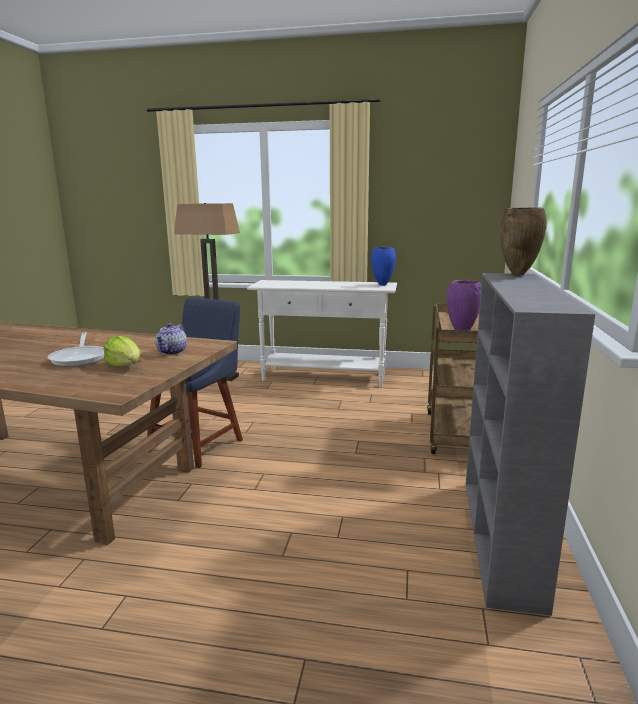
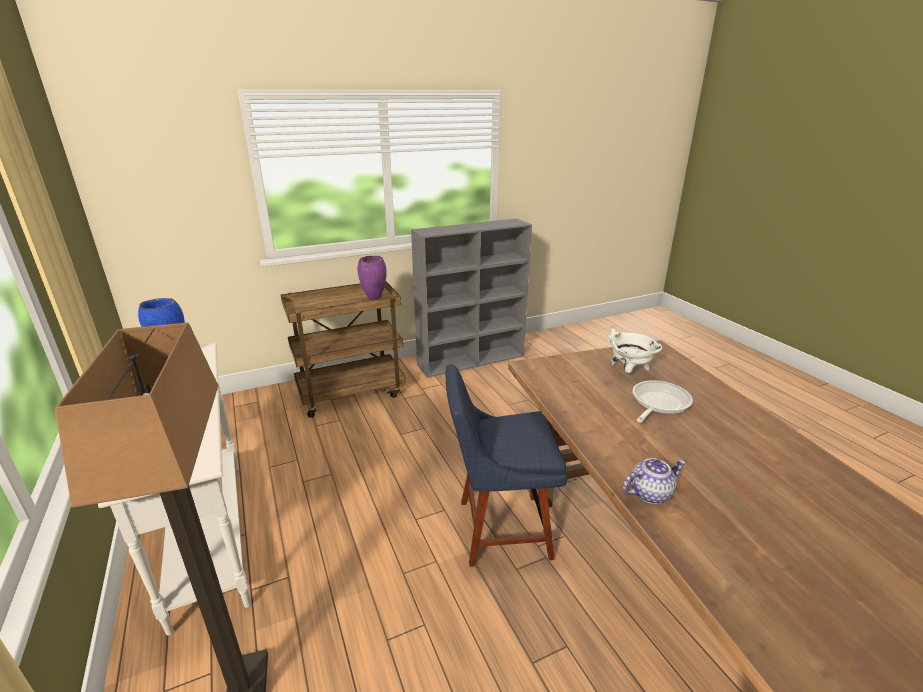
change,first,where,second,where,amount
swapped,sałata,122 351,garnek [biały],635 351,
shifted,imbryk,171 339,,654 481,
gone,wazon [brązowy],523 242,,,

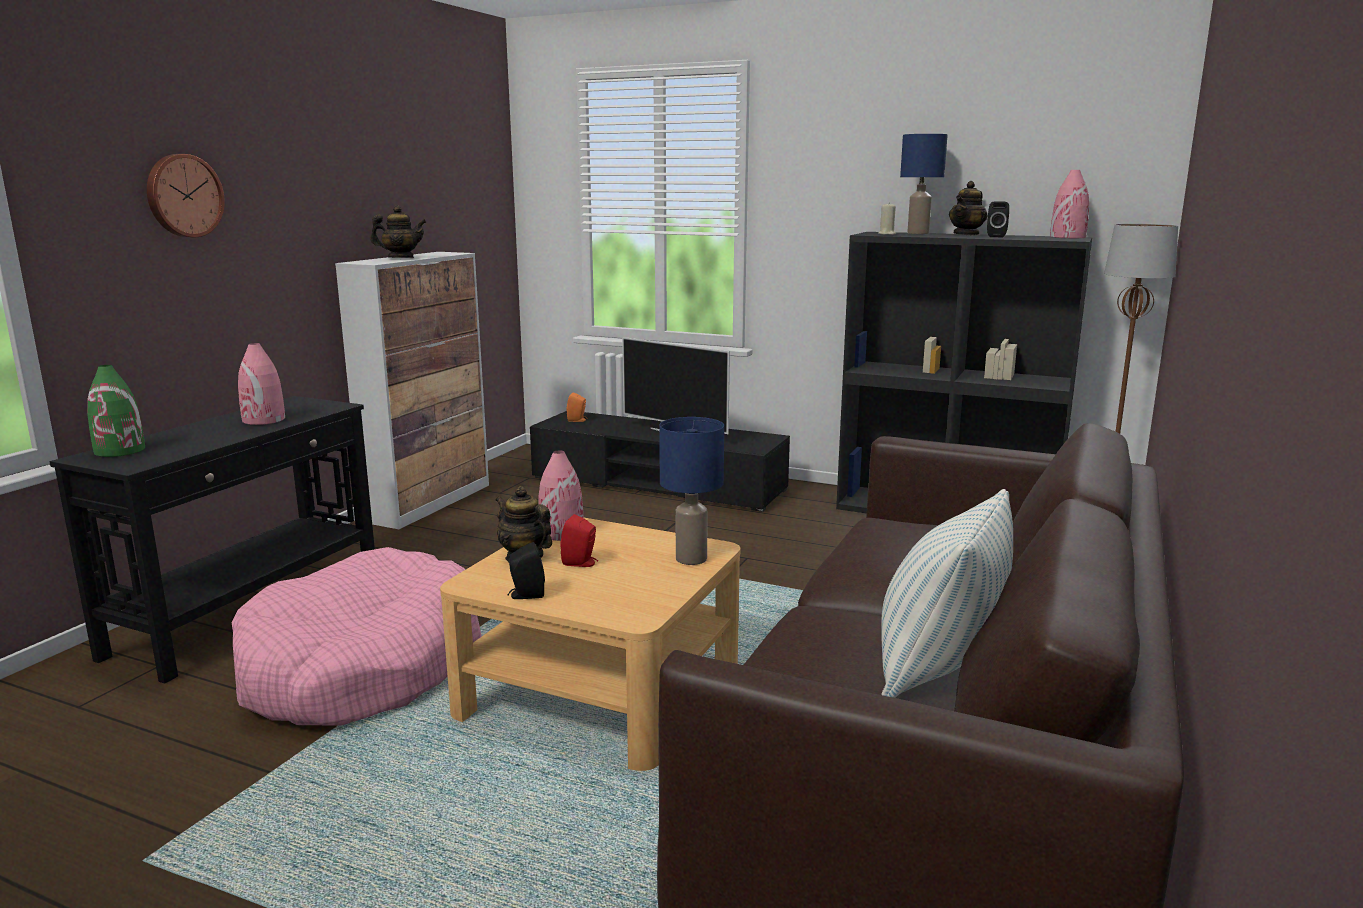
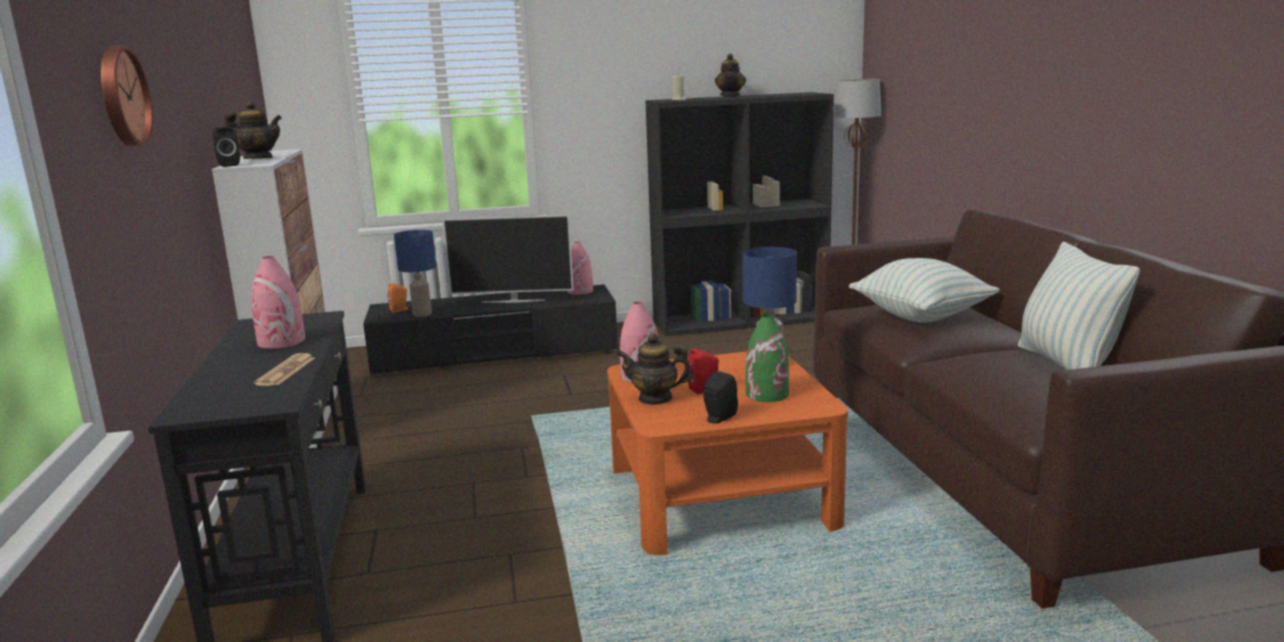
change,first,where,second,where,amount
shifted,wazon [zielony],116 411,,767 358,
gone,legowisko [różowy],357 636,,,
rotated,imbryk,398 231,,253 130,45 degrees clockwise
repainted,ława [beżowy],590 644,ława [pomarańczowy],727 453,
shifted,lampa stołowa [niebieski],924 184,,415 273,
shifted,głośnik [czarny],998 219,,226 146,
shifted,wazon [różowy],1069 204,,580 268,
new,,,gazeta,284 369,
new,,,poduszka,924 290,

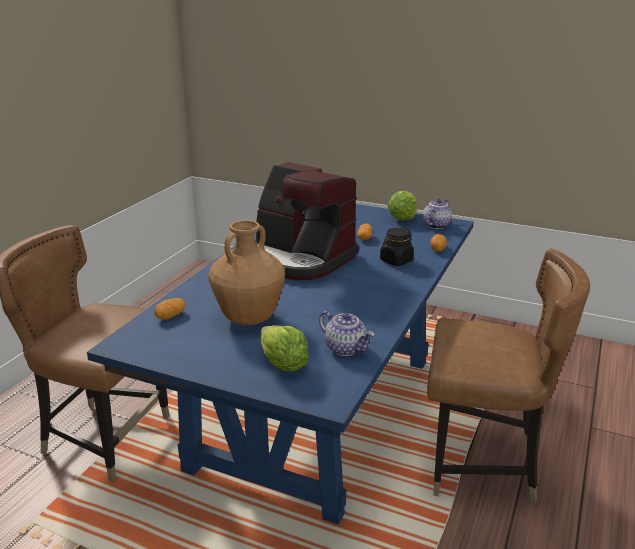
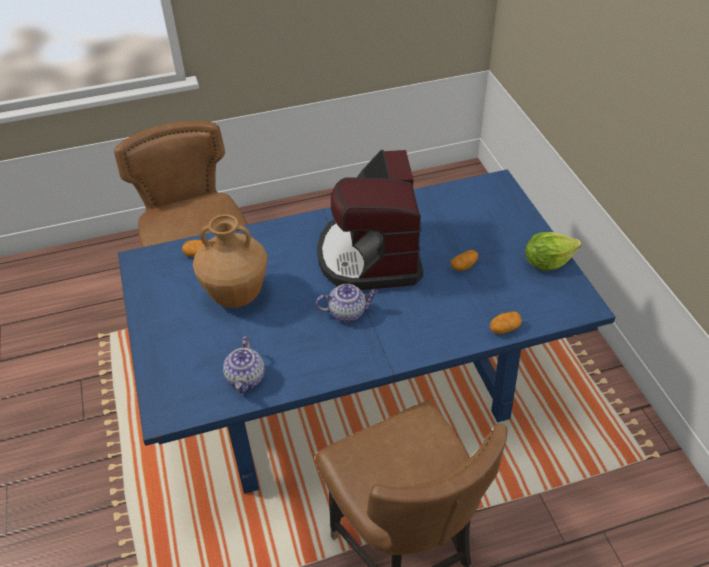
change,first,where,second,where,amount
gone,sałata,285 348,,,
gone,słoik [czarny],397 247,,,
shifted,imbryk,437 214,,347 303,

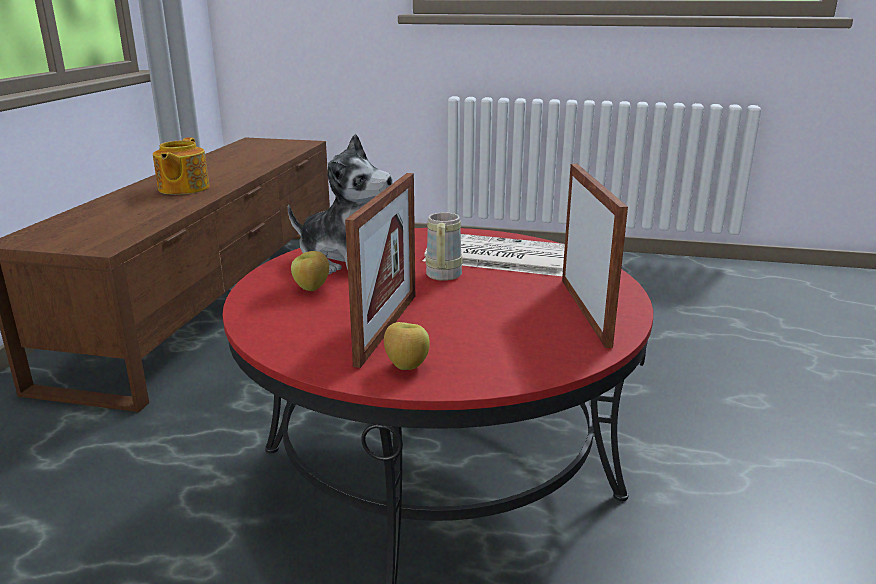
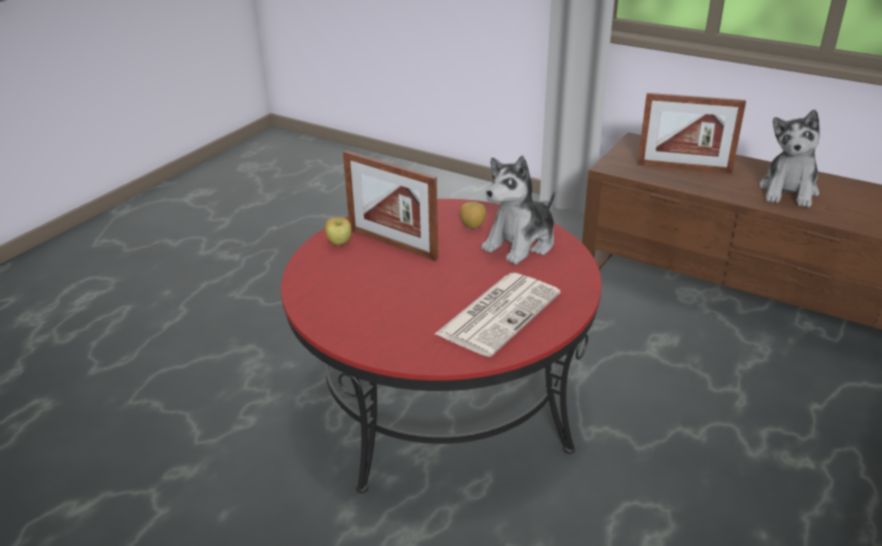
change,first,where,second,where,amount
swapped,imbryk,181 166,pluszak,789 159,
gone,kubek [beżowy],444 246,,,
shifted,ramka na zdjęcie,595 256,,692 133,

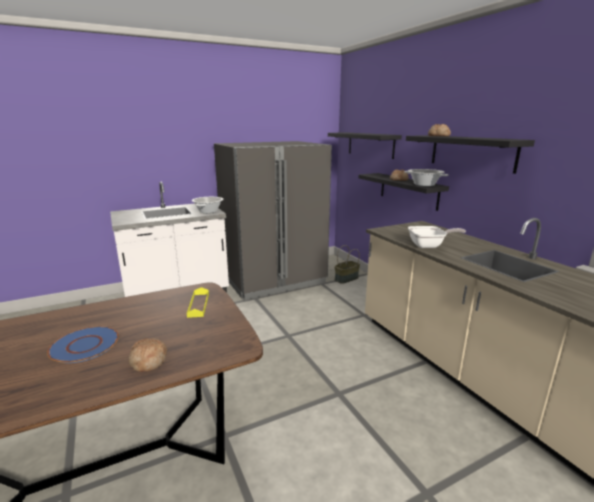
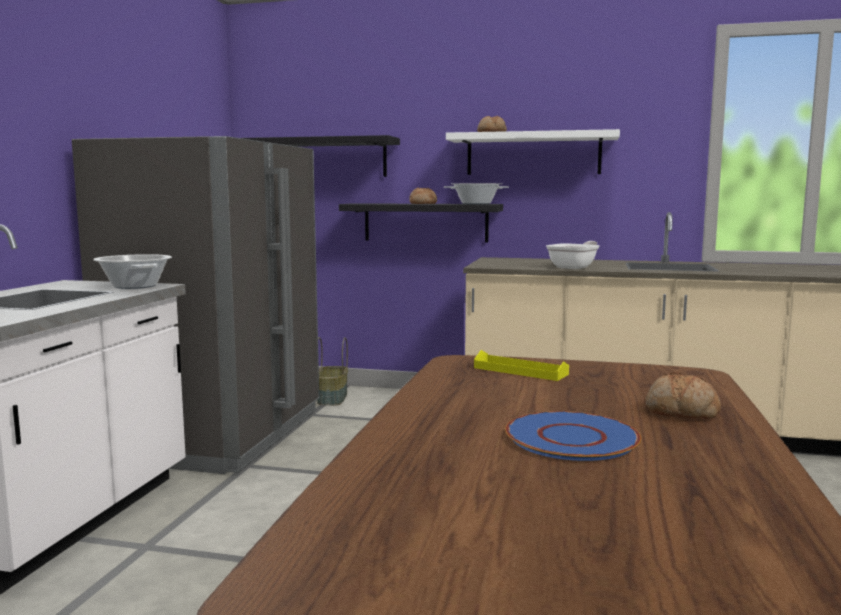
change,first,where,second,where,amount
repainted,półka [czarny],470 154,półka [biały],533 152,

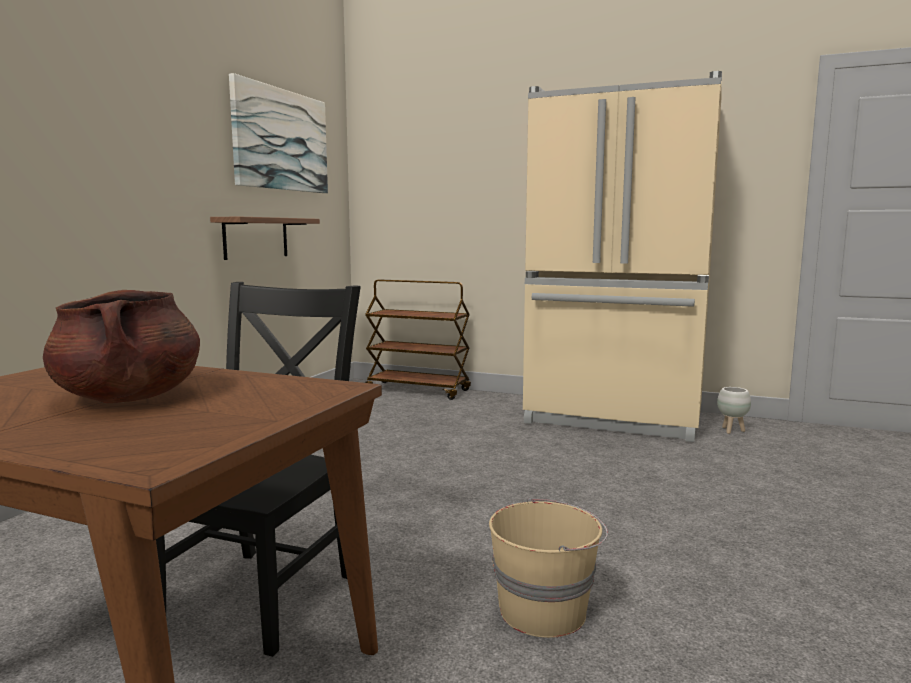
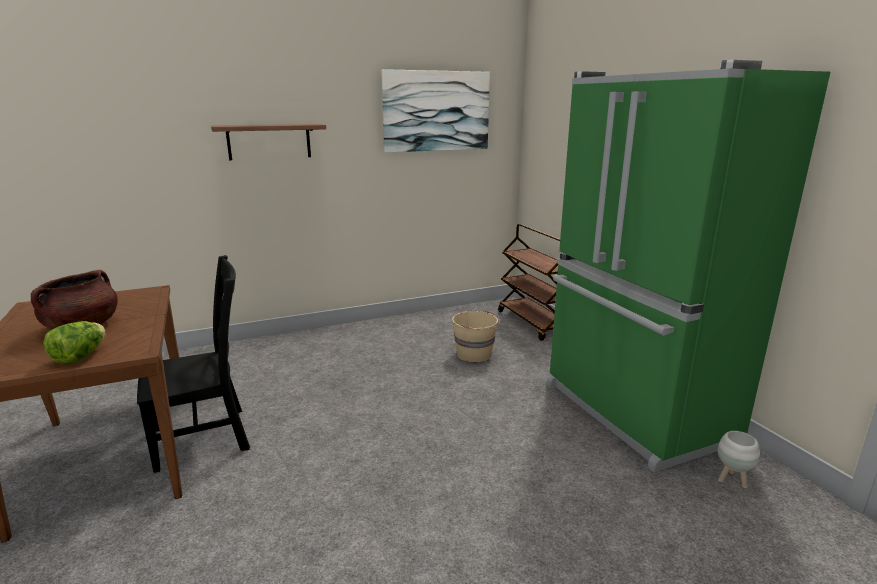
change,first,where,second,where,amount
shifted,półka,265 238,,268 142,
shifted,wiadro [beżowy],548 568,,476 336,
repainted,lodówka [beżowy],622 256,lodówka [zielony],688 266,
new,,,sałata,74 343,

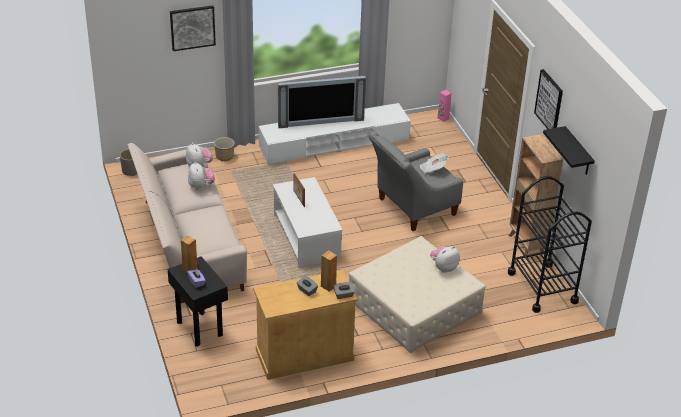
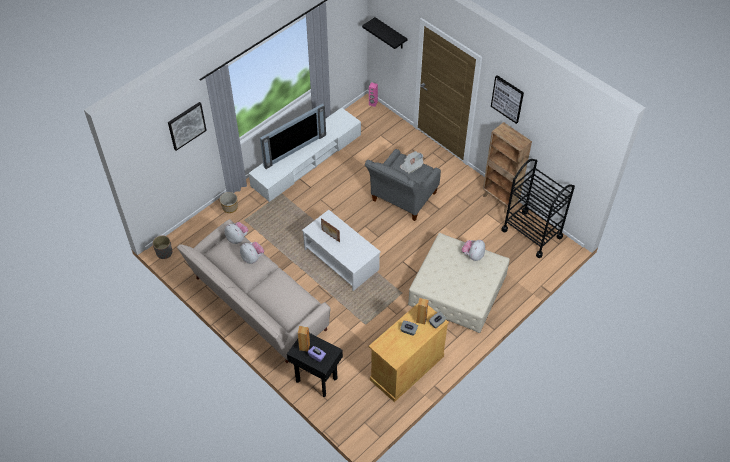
change,first,where,second,where,amount
shifted,półka [czarny],569 150,,384 33,

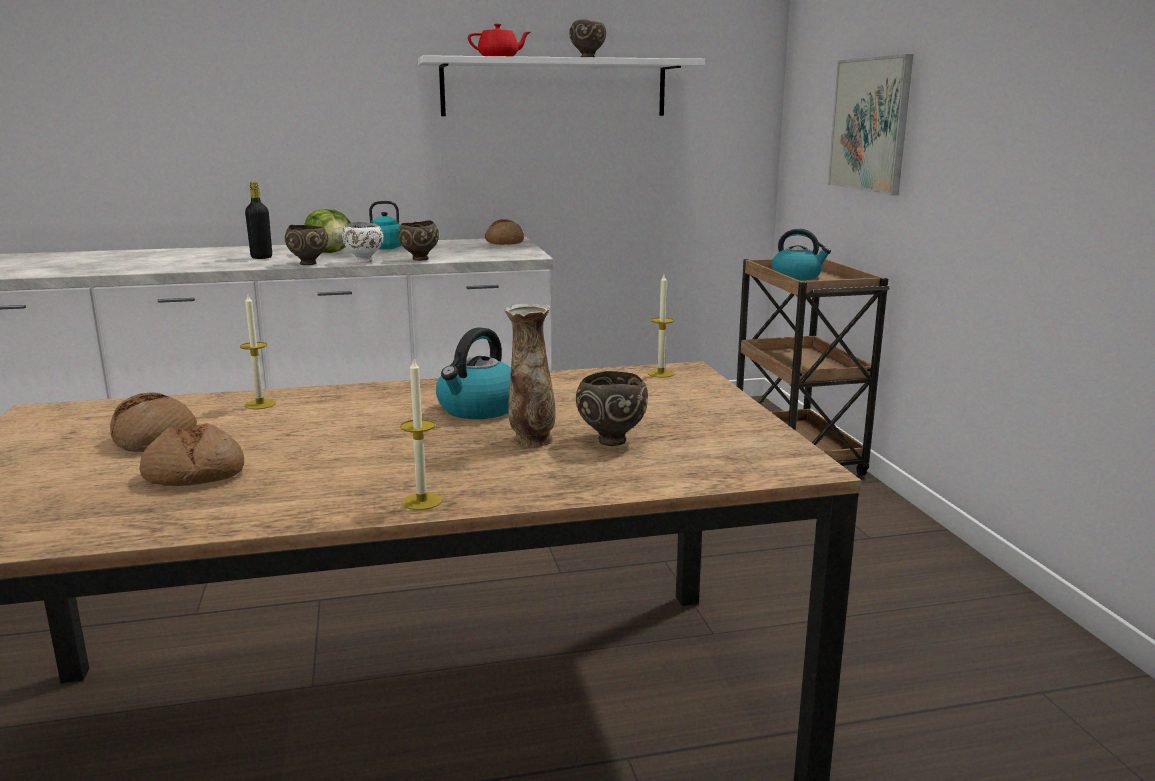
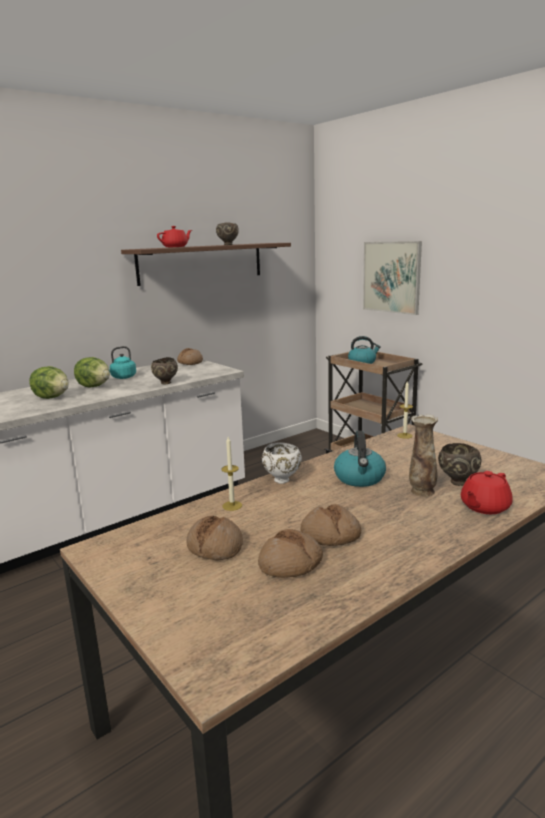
change,first,where,second,where,amount
swapped,butelka [czarny],258 220,sałata,49 382,
gone,miska [brązowy],306 245,,,
shifted,miska [biały],363 242,,282 463,
gone,świeca,421 434,,,
repainted,półka [biały],561 85,półka [brązowy],206 264,
new,,,chleb,330 525,
new,,,imbryk [czerwony],487 492,

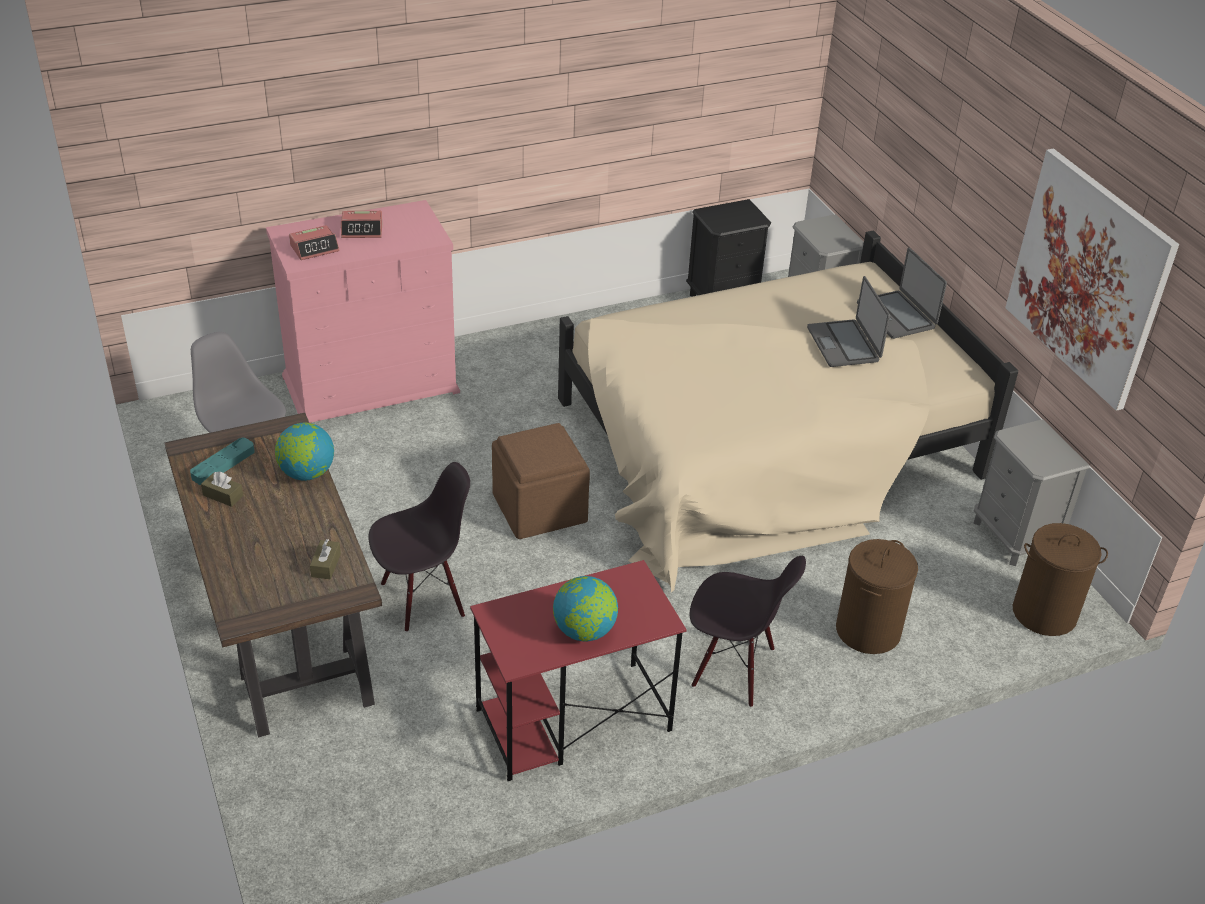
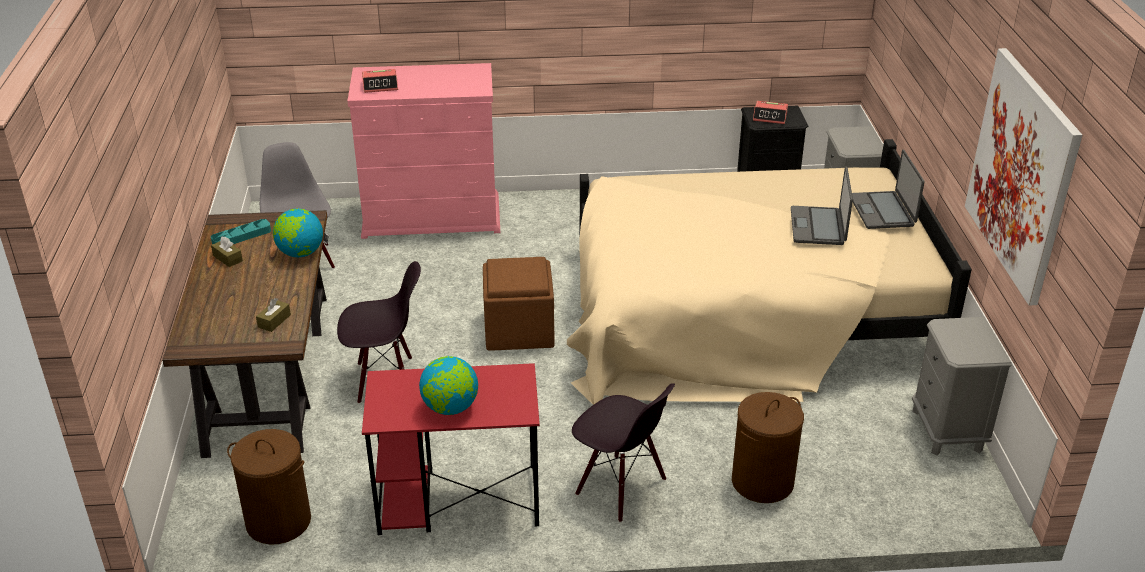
change,first,where,second,where,amount
shifted,budzik,362 224,,770 112,
shifted,kosz na pranie [brązowy],1060 579,,269 486,

